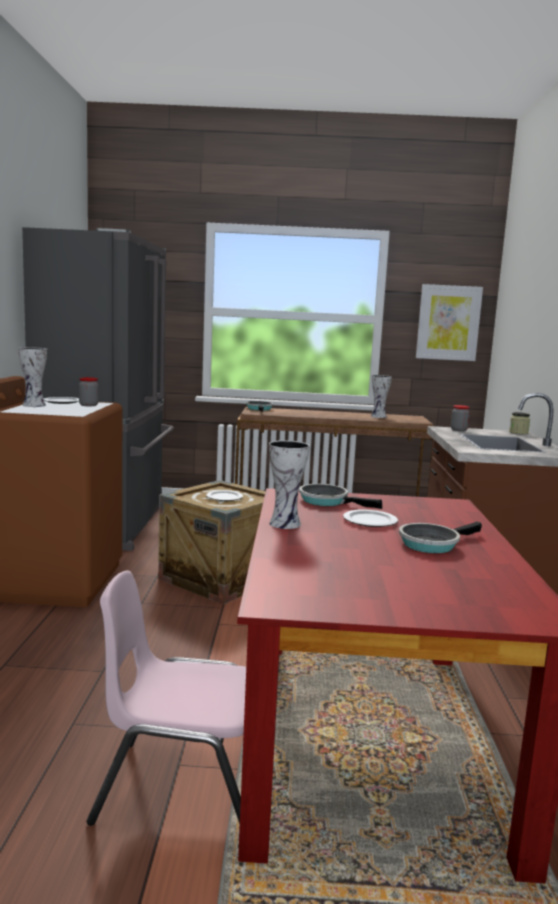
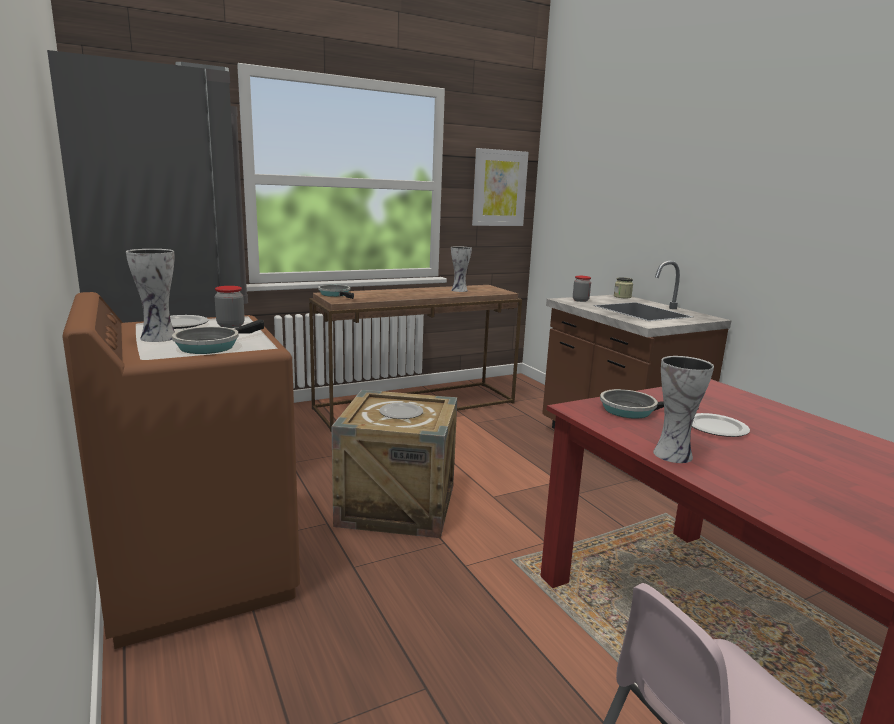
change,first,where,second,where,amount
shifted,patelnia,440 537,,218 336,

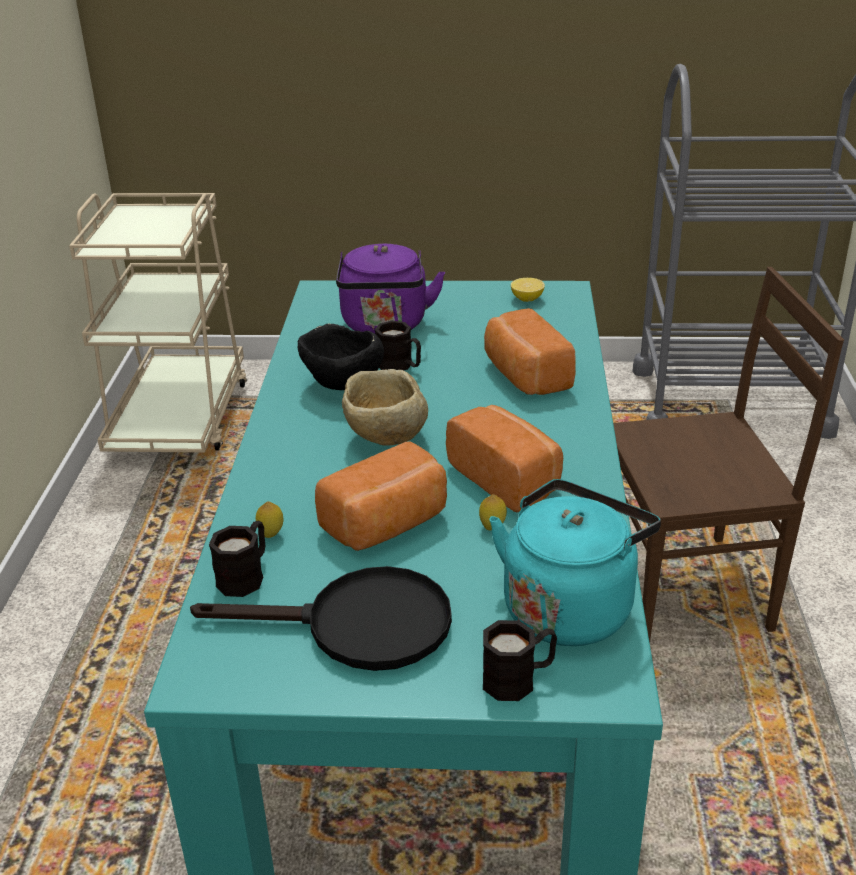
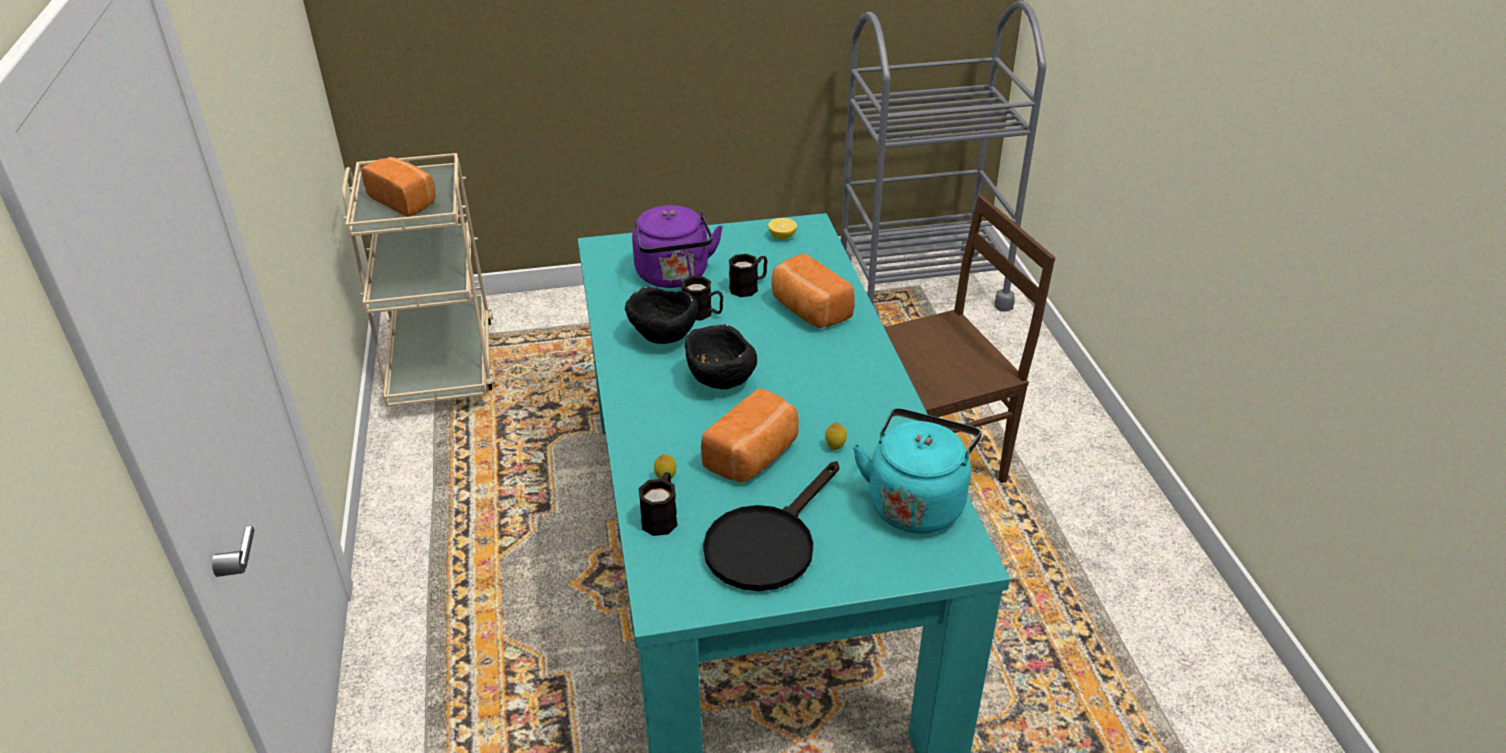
change,first,where,second,where,amount
rotated,patelnia [czarny],321 618,,771 526,135 degrees clockwise
repainted,miska [beżowy],385 407,miska [czarny],721 356,
shifted,chleb,504 458,,398 187,
shifted,kubek [czarny],520 660,,748 275,

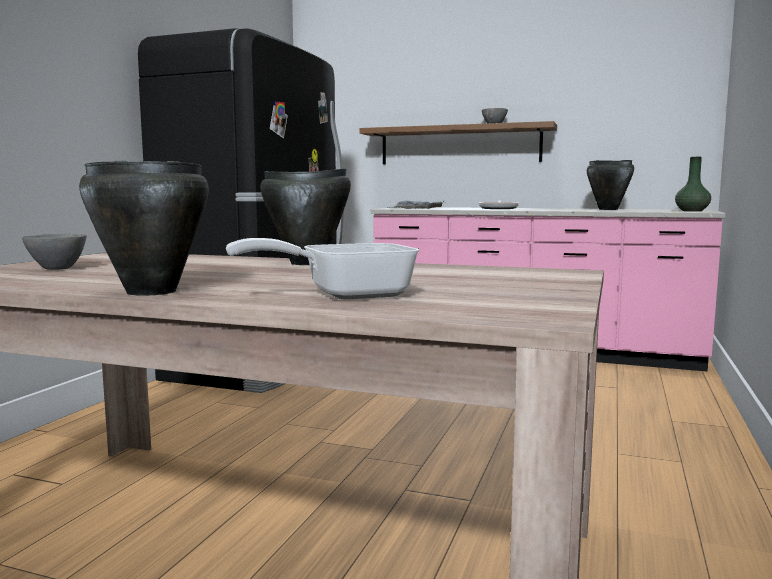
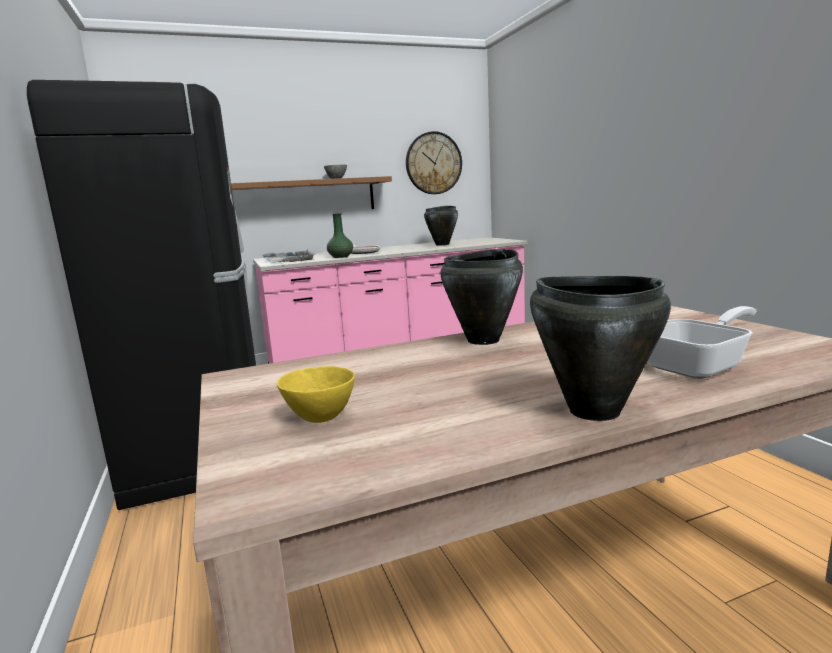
change,first,where,second,where,amount
repainted,miska [szary],54 252,miska [żółty],316 394,
rotated,patelnia,322 269,,702 342,150 degrees counterclockwise
shifted,wazon [zielony],693 184,,340 235,
new,,,zegar ścienny,434 162,

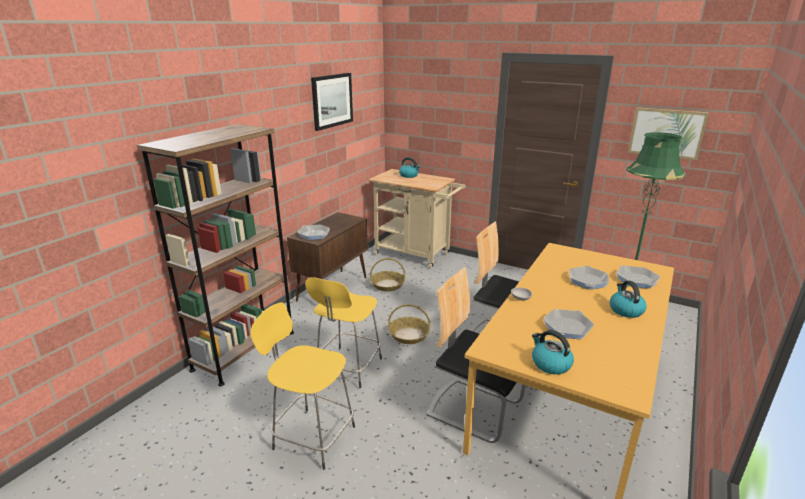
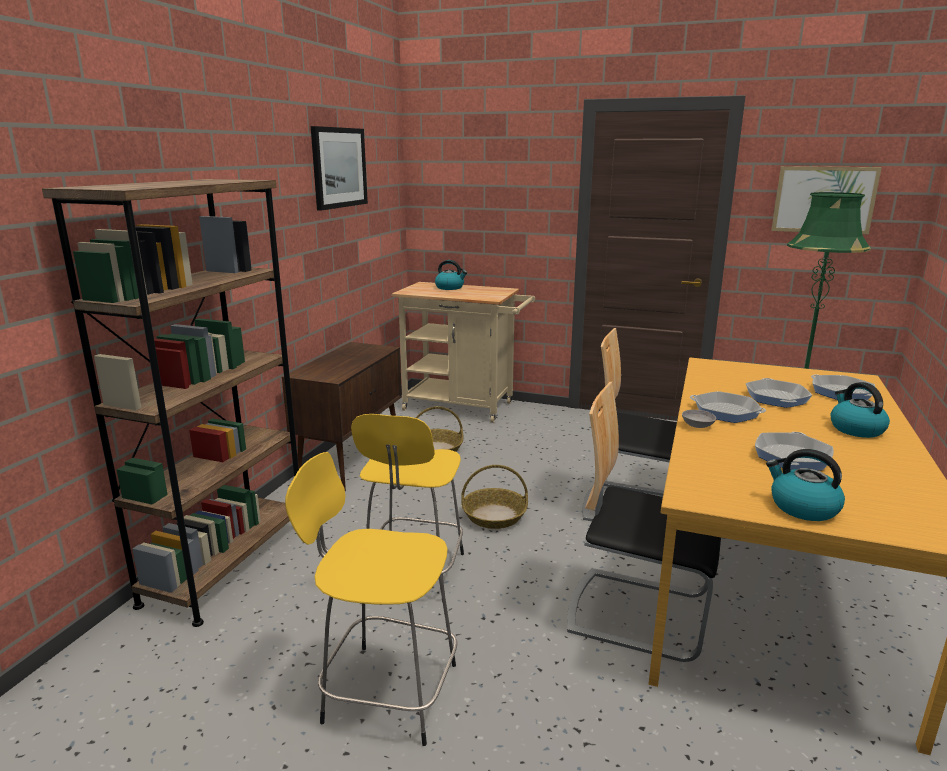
change,first,where,second,where,amount
shifted,patelnia,314 232,,728 407,

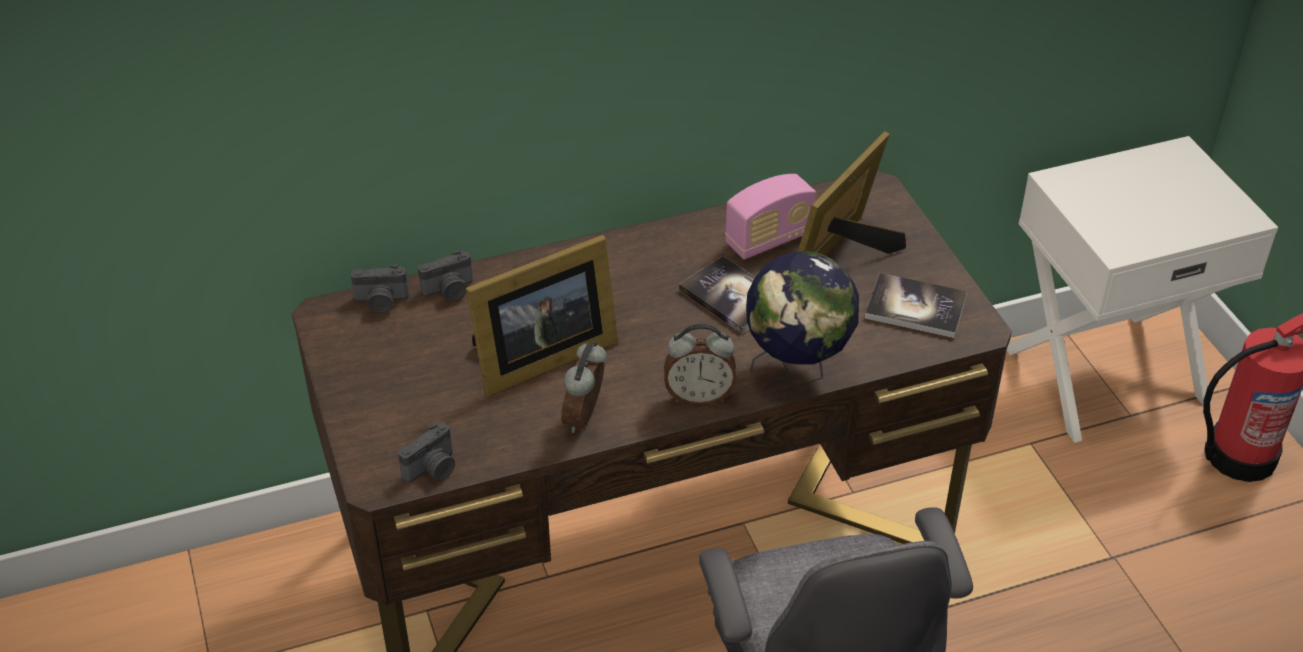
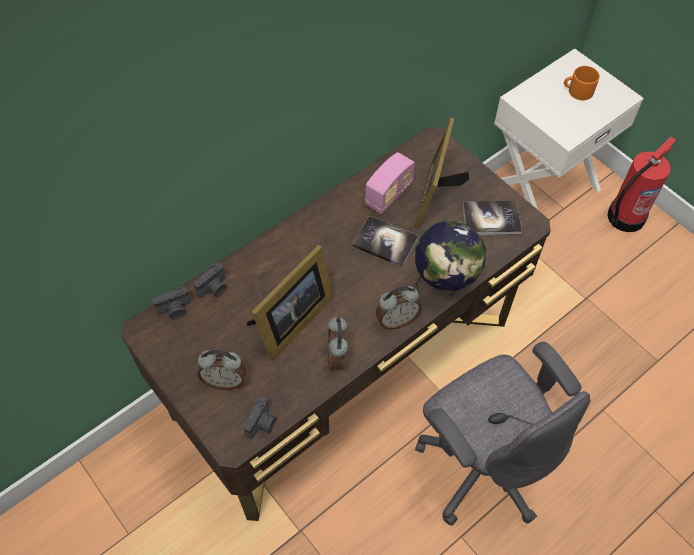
change,first,where,second,where,amount
new,,,budzik,222 370,
new,,,kubek [pomarańczowy],582 83,

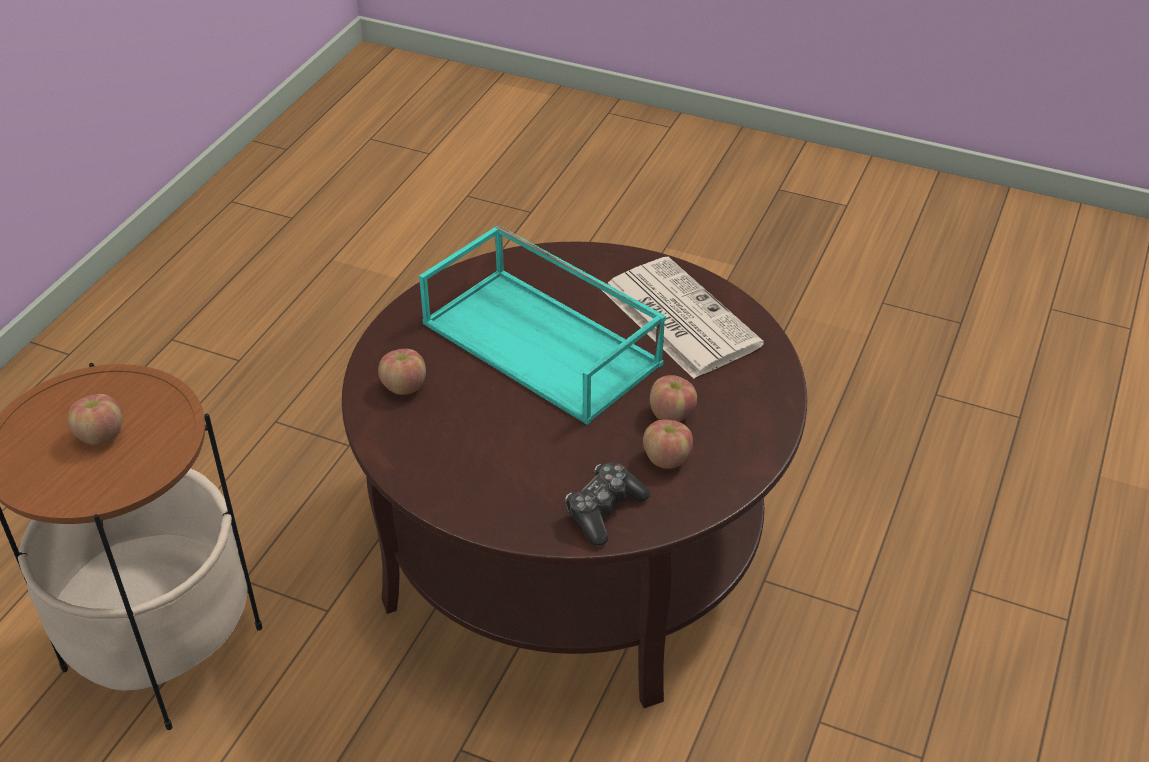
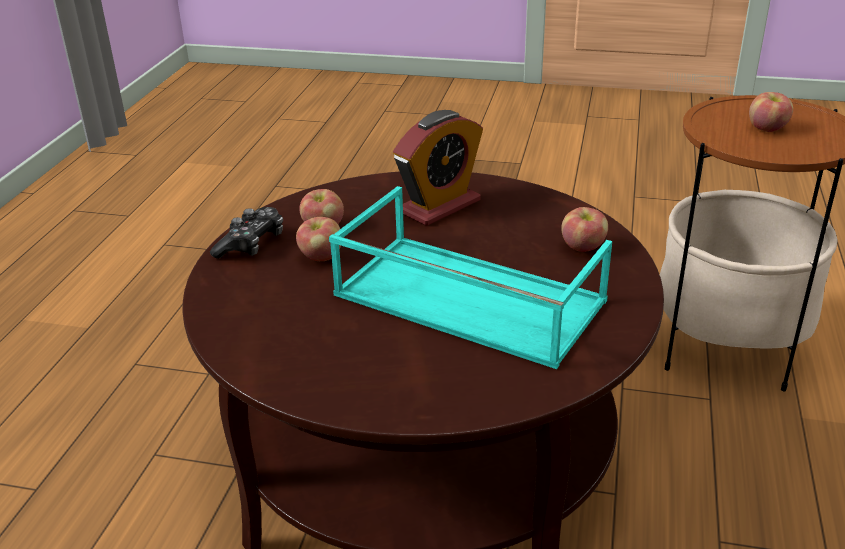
change,first,where,second,where,amount
shifted,pad do gier,607 504,,246 233,
gone,gazeta,683 318,,,
new,,,budzik,438 168,

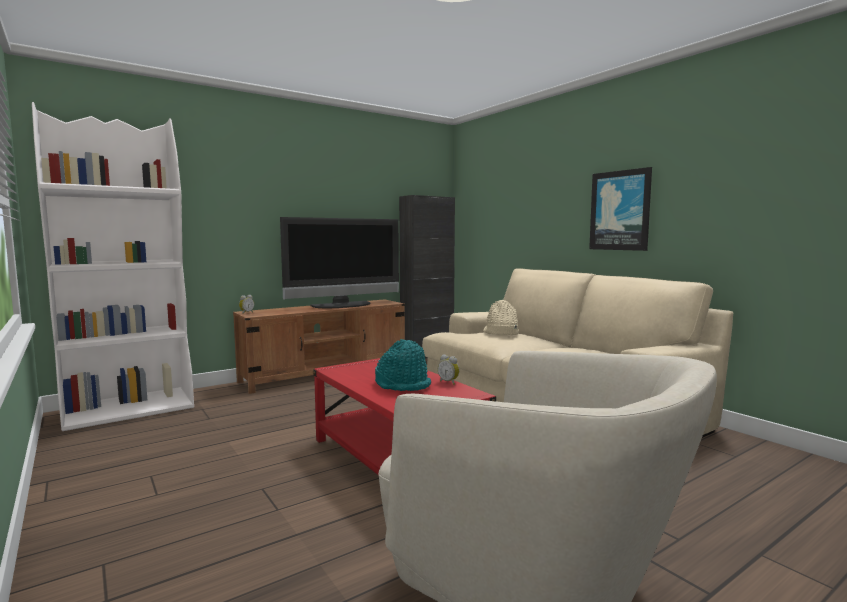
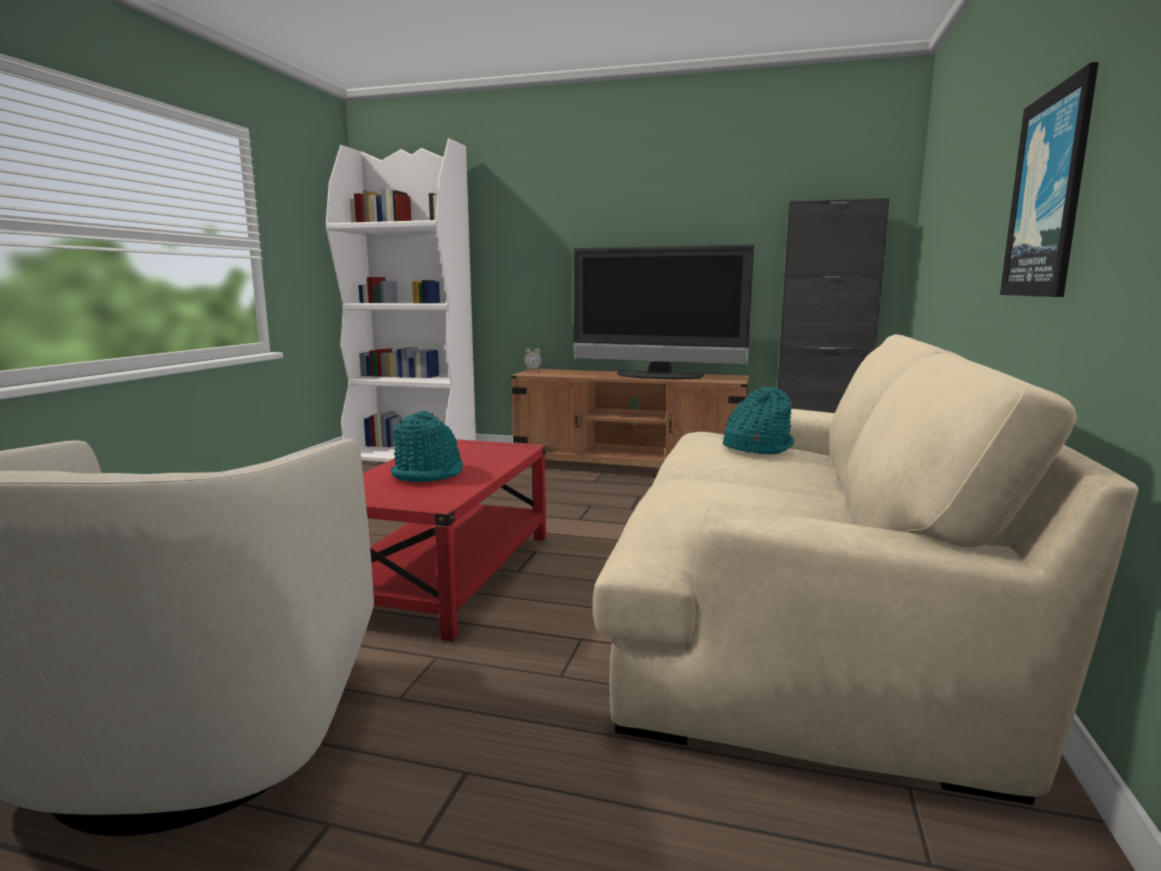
change,first,where,second,where,amount
gone,budzik,448 369,,,
repainted,kapelusz [beżowy],501 317,kapelusz [turkusowy],758 420,

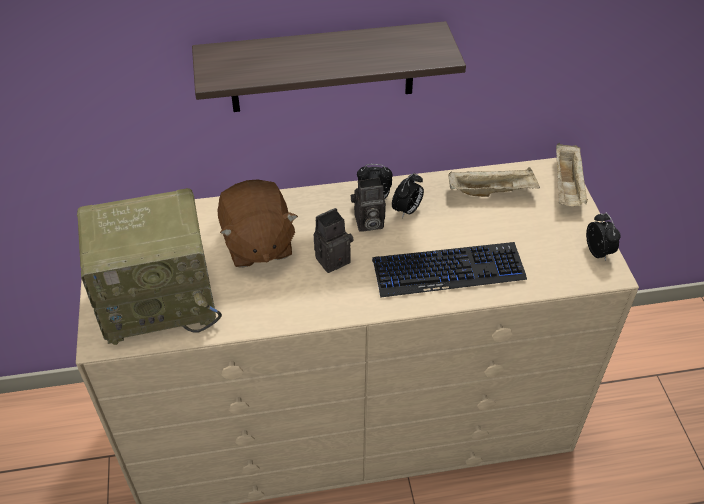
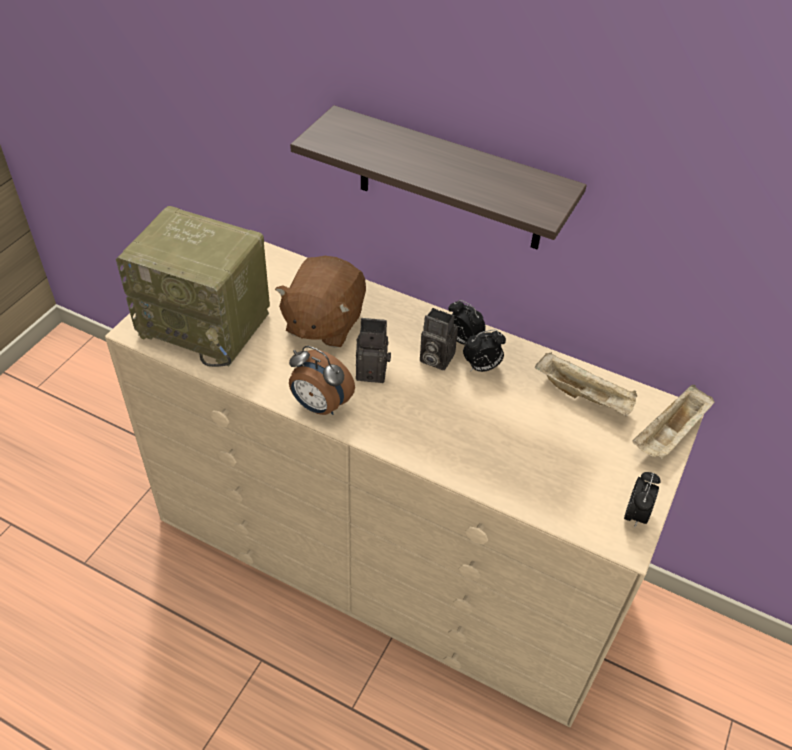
change,first,where,second,where,amount
gone,klawiatura,449 270,,,
new,,,budzik,322 380,

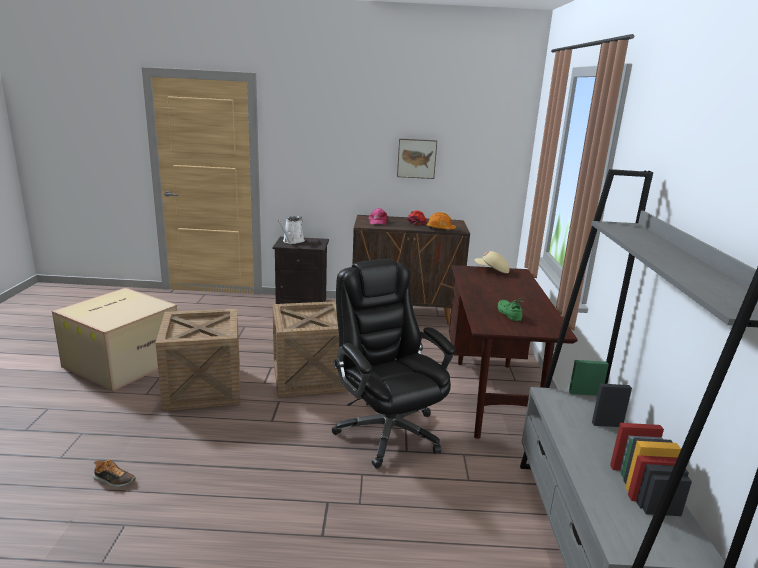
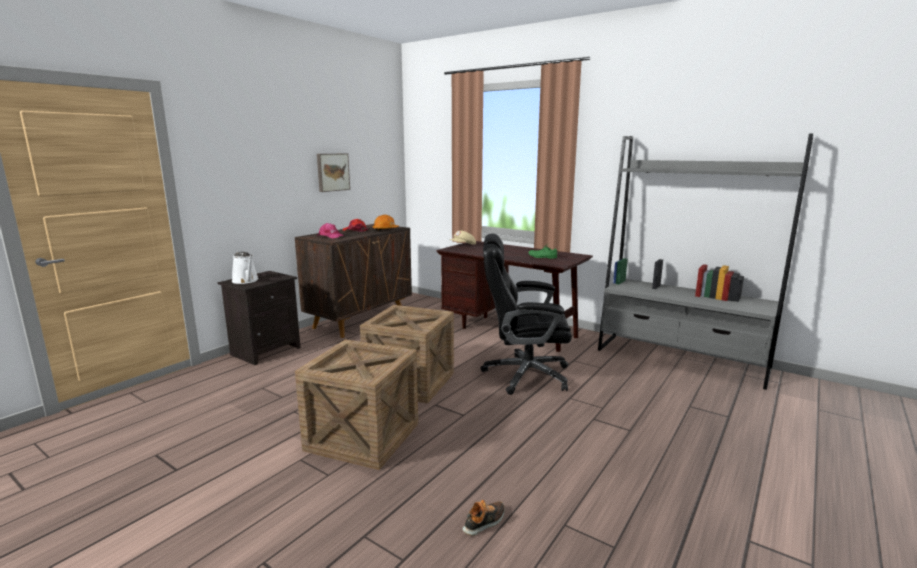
change,first,where,second,where,amount
gone,karton,114 339,,,

